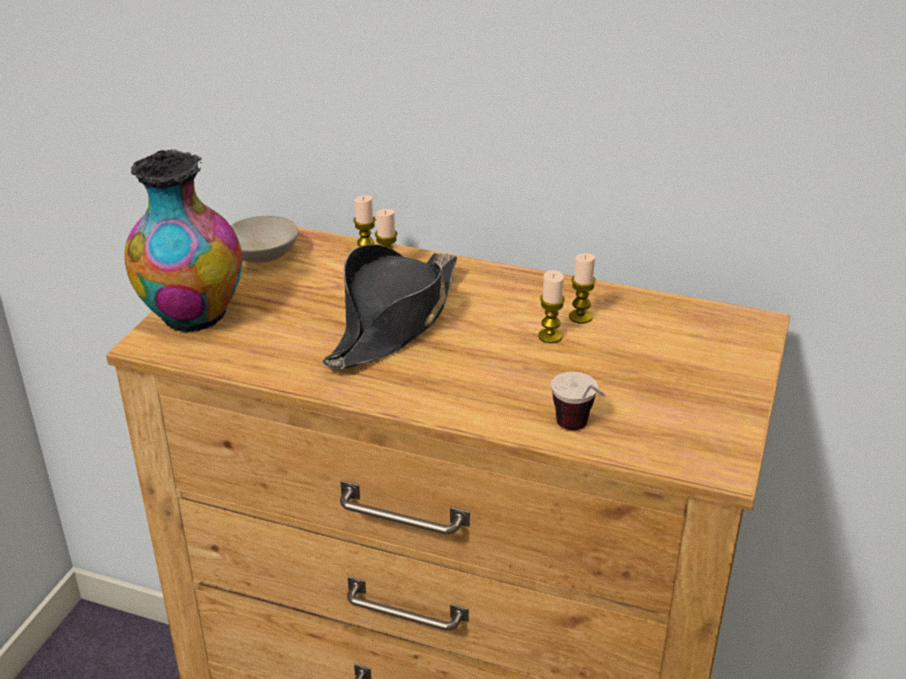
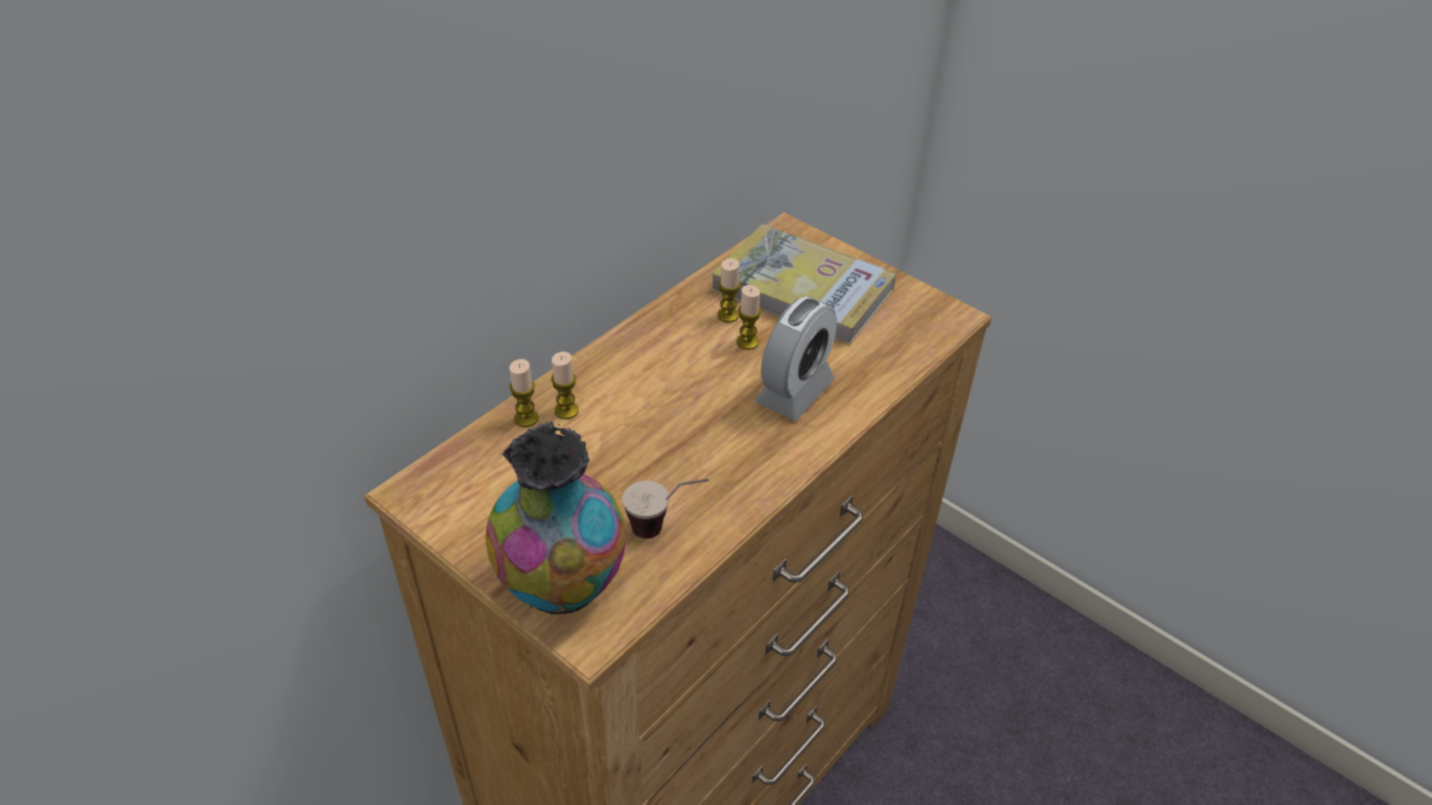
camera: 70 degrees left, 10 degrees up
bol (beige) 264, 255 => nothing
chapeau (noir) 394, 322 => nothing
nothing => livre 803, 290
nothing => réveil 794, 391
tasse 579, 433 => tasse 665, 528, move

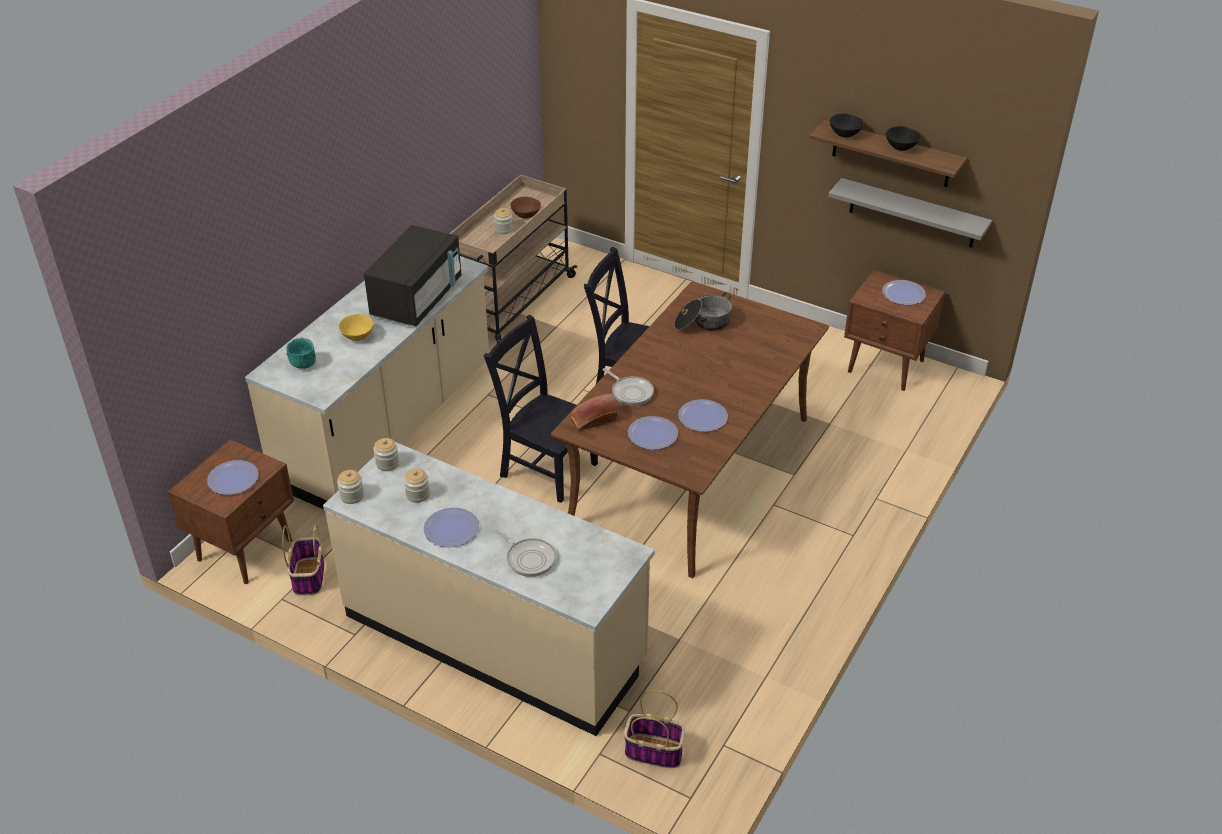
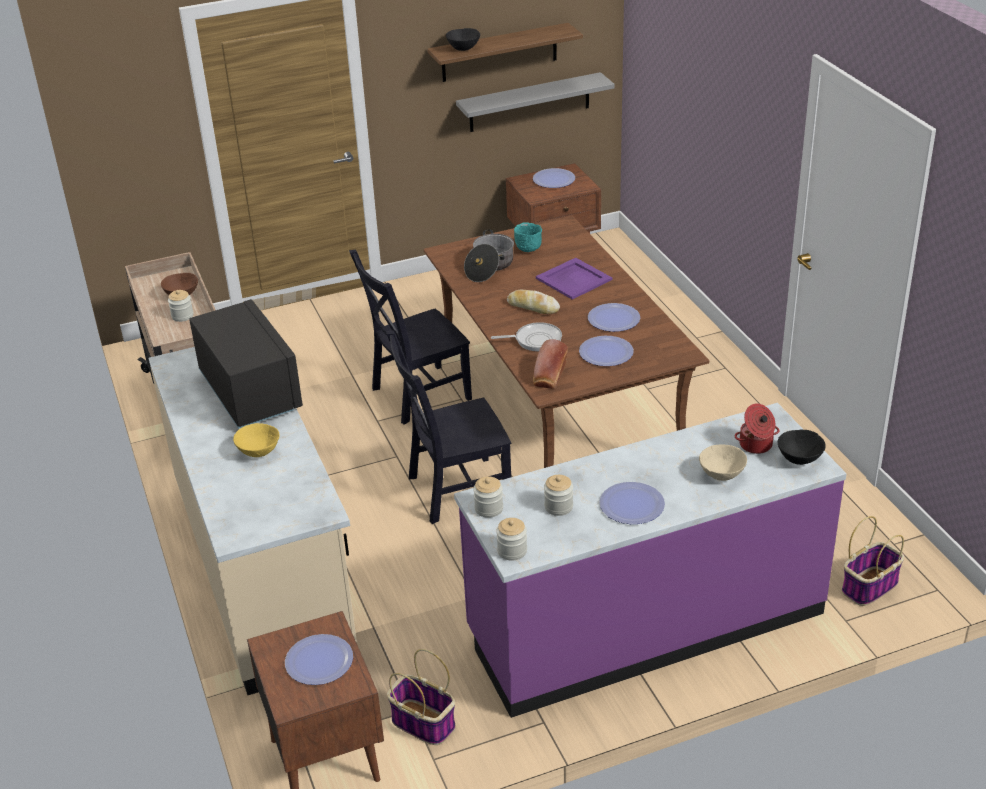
camera: 50 degrees left, 5 degrees down
nothing => pain 533, 307
nothing => plateau (violet) 573, 279
nothing => marmite 756, 445
bol (turquoise) 303, 364 => bol (turquoise) 528, 250, move
bol (noir) 900, 148 => bol (noir) 799, 460, move
poêle 529, 558 => bol (beige) 721, 474
comptoir de cuisine (beige) 495, 638 => comptoir de cuisine (violet) 645, 623

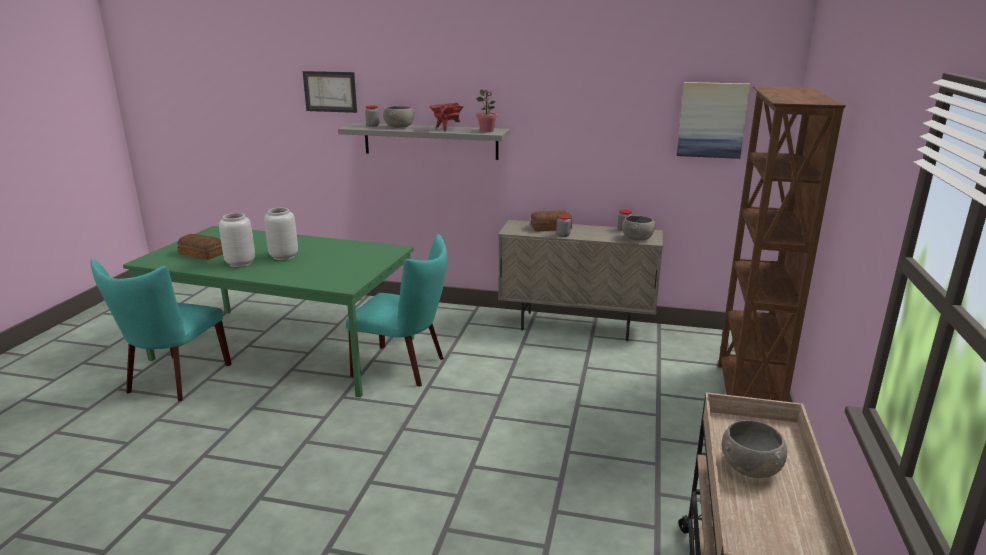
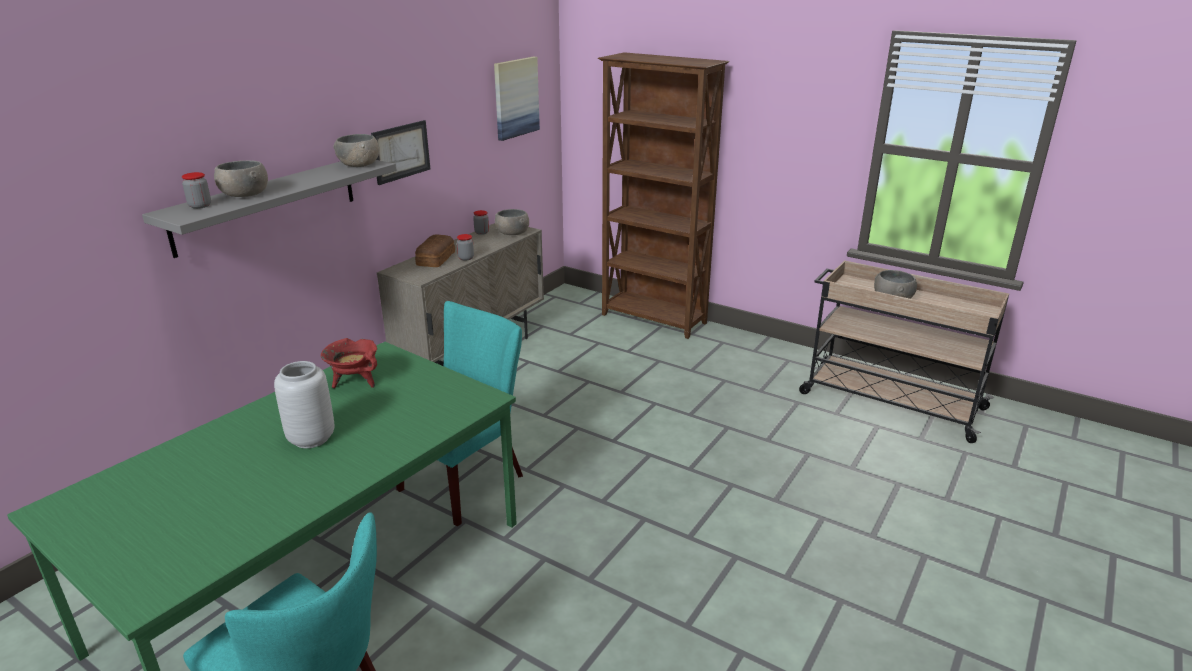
camera: 70 degrees left, 5 degrees up
pain 201, 253 => nothing
vase (gris) 240, 263 => nothing
tableau 330, 91 => tableau 401, 151, move
marmite (rouge) 446, 128 => marmite (rouge) 355, 382, move
plante en pot 487, 131 => bol (gris) 359, 165

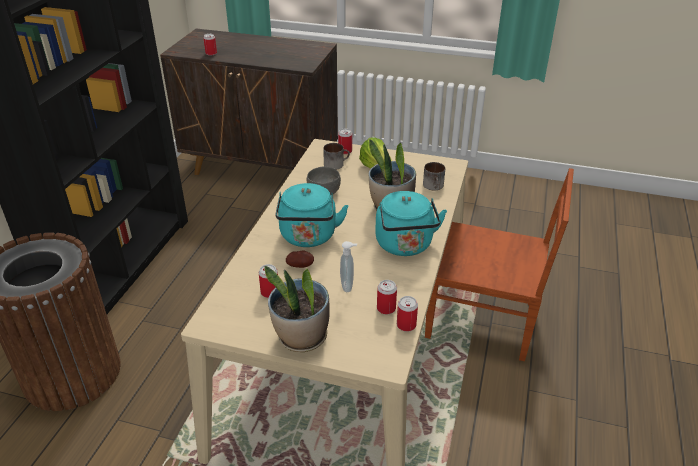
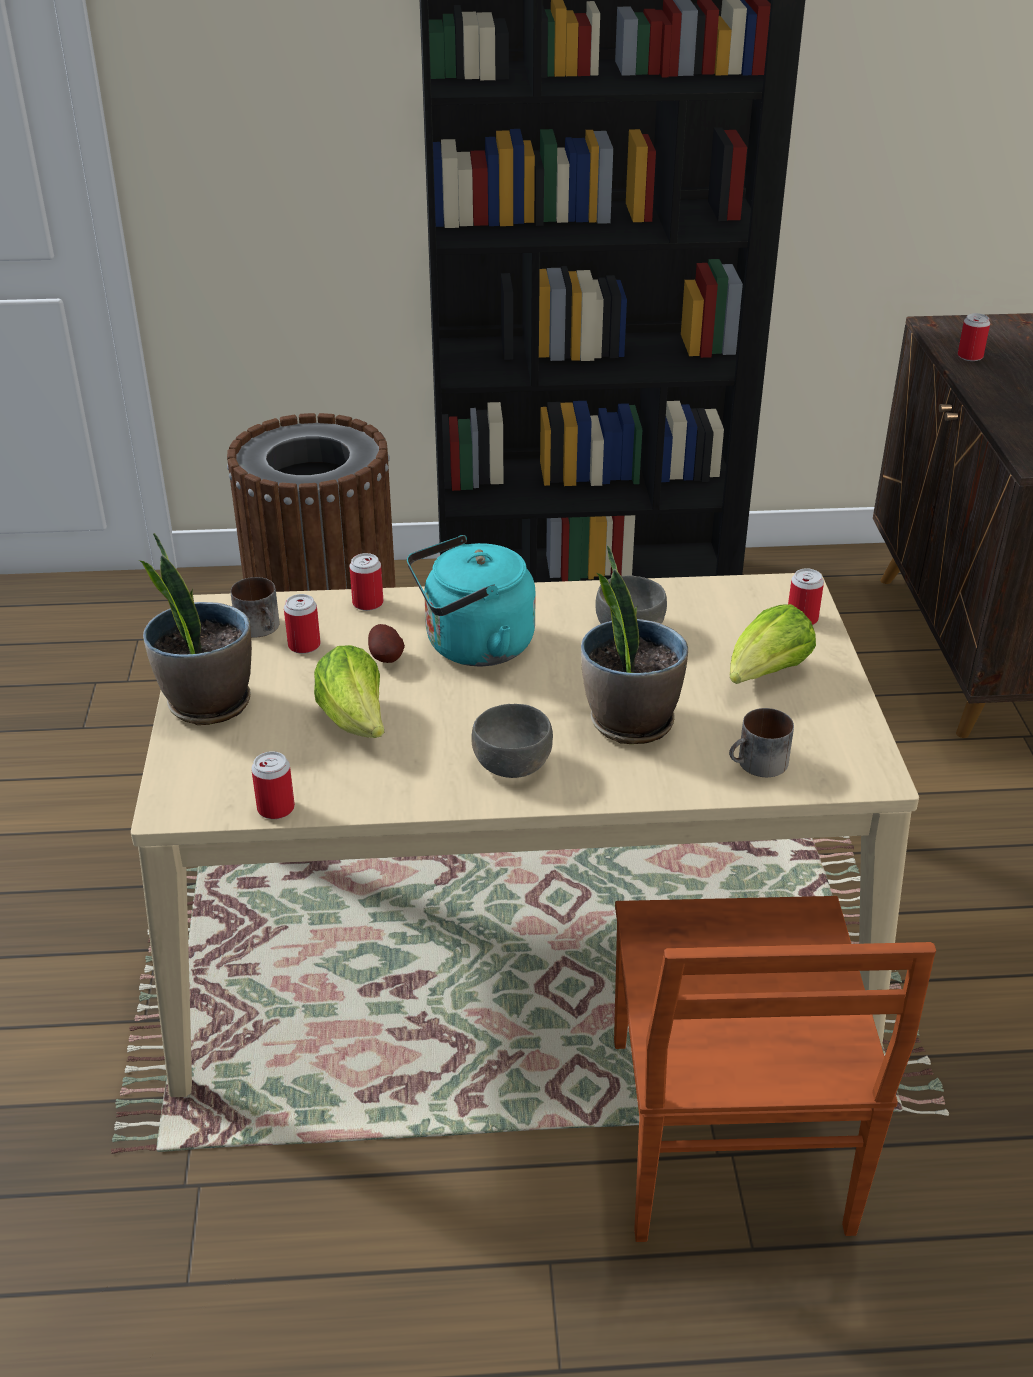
camera: 70 degrees right, 0 degrees up
mug 336, 164 => mug 262, 627, move
boîte métallique 386, 308 => boîte métallique 368, 603, move
distributeur de savon 348, 286 => laitue 356, 721
bouilloire (turquoise) 405, 246 => bol (gris) 511, 764

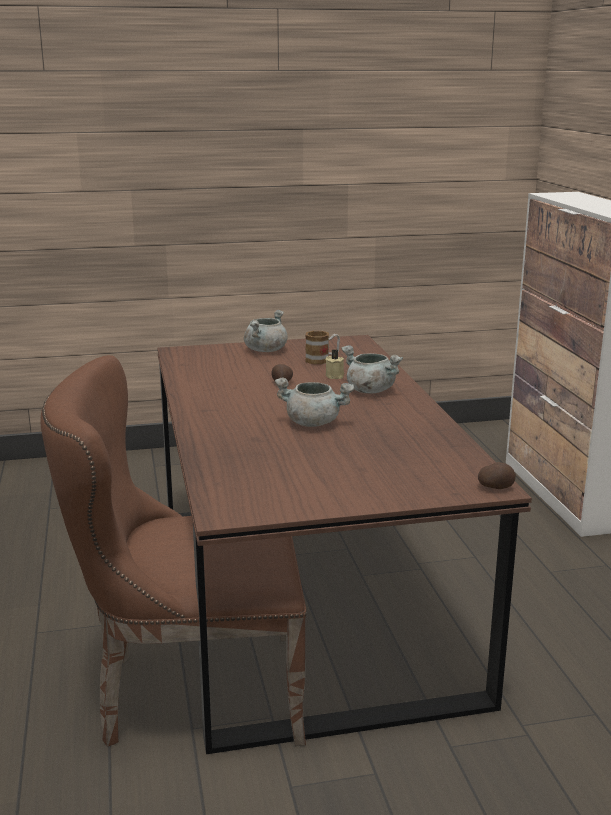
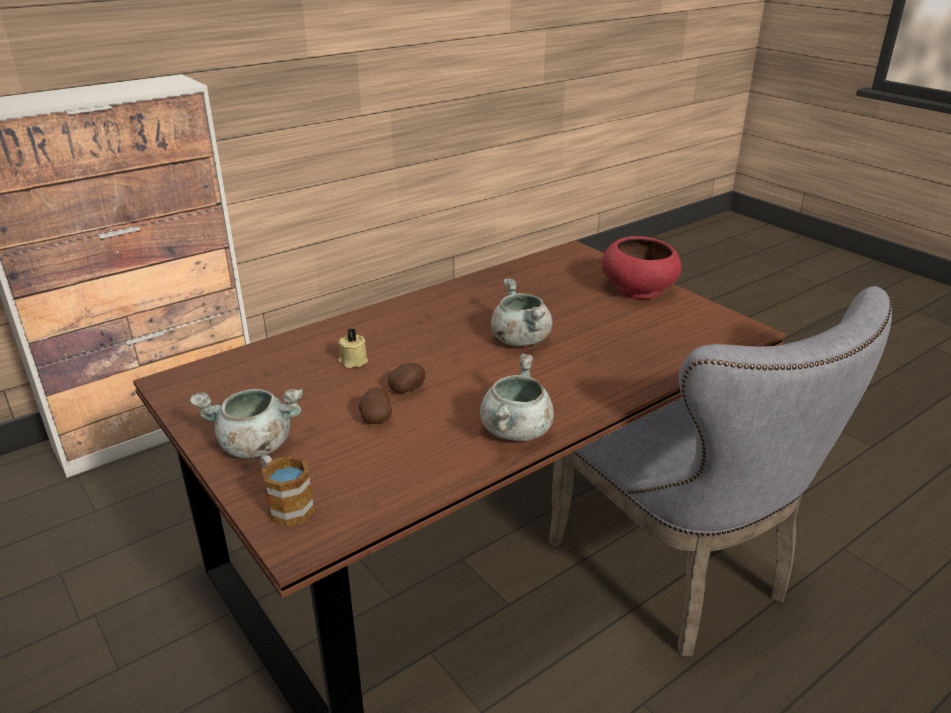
camera: 115 degrees left, 10 degrees up
nothing => bol (rouge) 639, 289
mug 322, 360 => mug 286, 505, move
marmite (gris) 369, 390 => marmite (gris) 517, 431, move
pomme de terre 495, 487 => pomme de terre 376, 418, move
chaise (marron) 188, 693 => chaise (gris) 680, 575

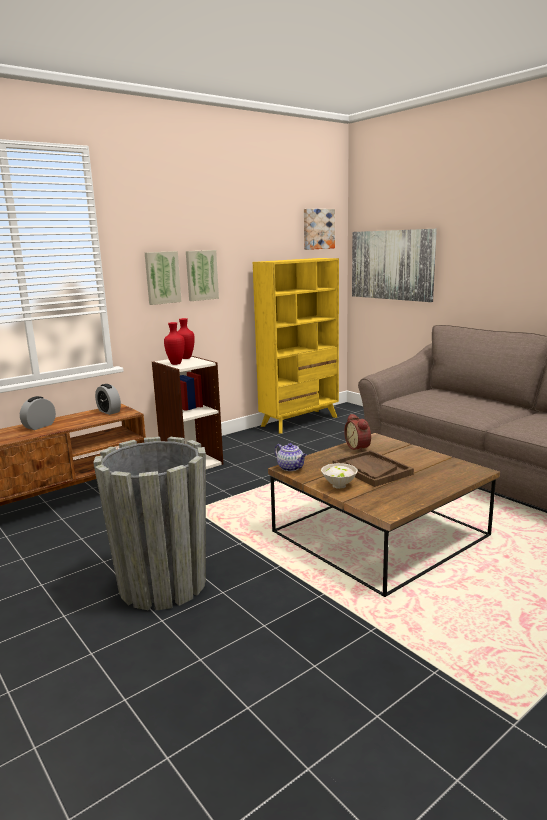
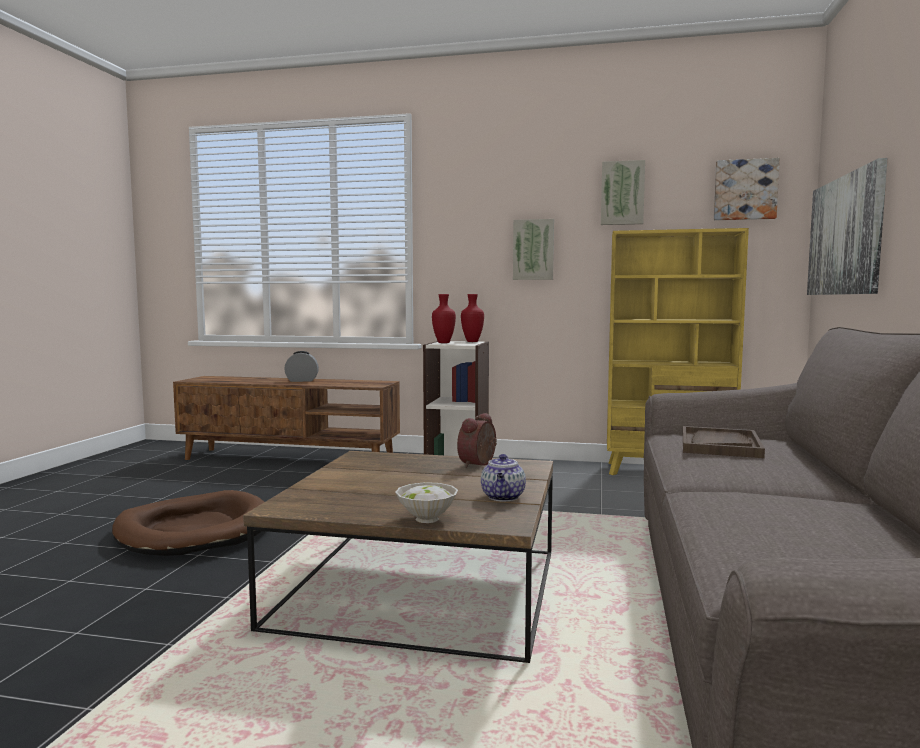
camera: 50 degrees right, 10 degrees down
réveil 109, 411 => nothing
tableau 162, 277 => tableau 622, 193, move
théière 291, 468 => théière 503, 497, move
bol (blanc) 339, 485 => bol (blanc) 428, 519, move
plateau (marron) 371, 470 => plateau (marron) 719, 445, move
cache-pot (gris) 162, 584 => panier pour chien (marron) 194, 530

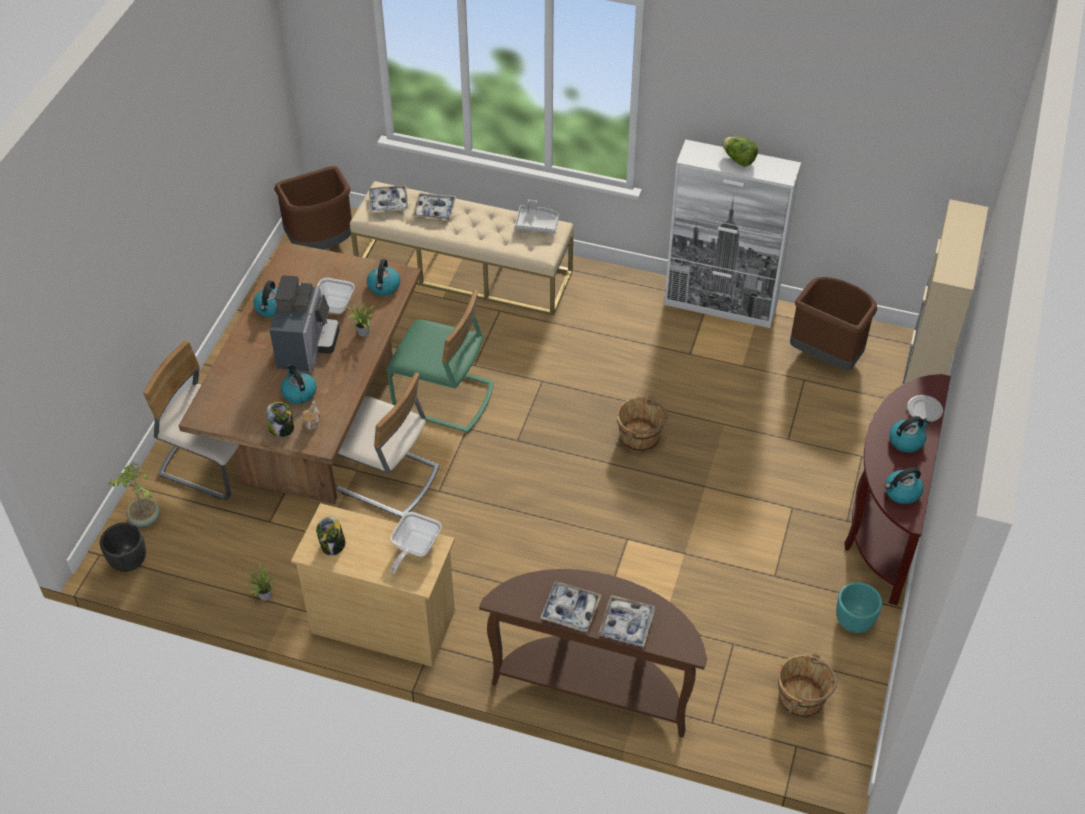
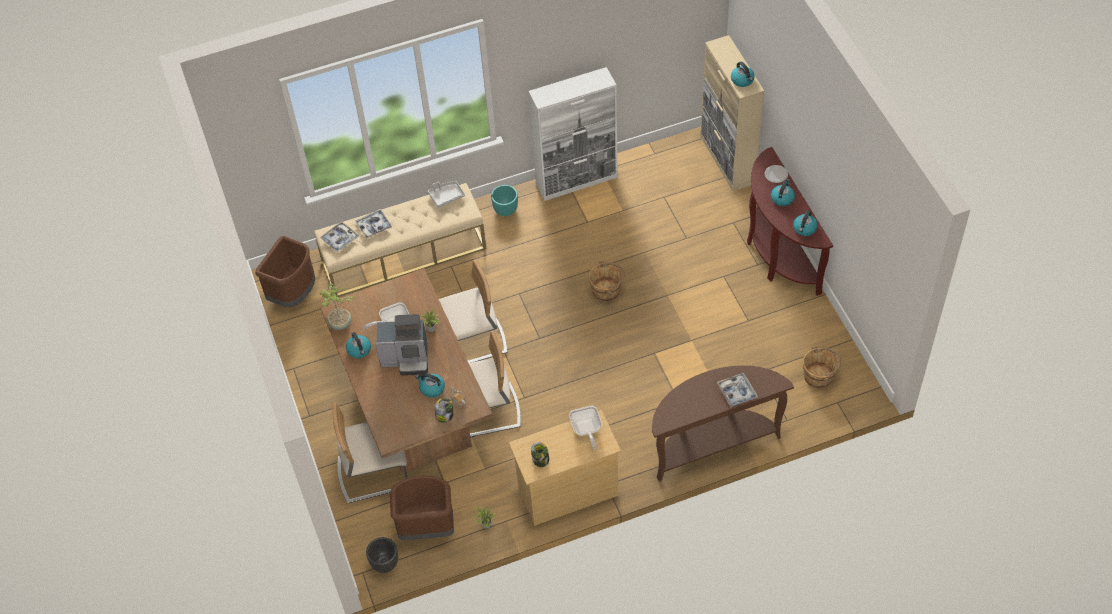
camera: 35 degrees left, 5 degrees up
plateau 570, 610 => nothing
laitue 738, 160 => nothing
plante en pot 144, 519 => plante en pot 340, 324, move
bouilloire 384, 287 => bouilloire 742, 80, move
poubelle (marron) 826, 355 => poubelle (marron) 426, 527, move
cache-pot (turquoise) 854, 621 => cache-pot (turquoise) 505, 210, move
chaise (vert) 443, 398 => chaise (beige) 472, 342
machine à café 307, 346 => machine à café 407, 359, 120 degrees clockwise

